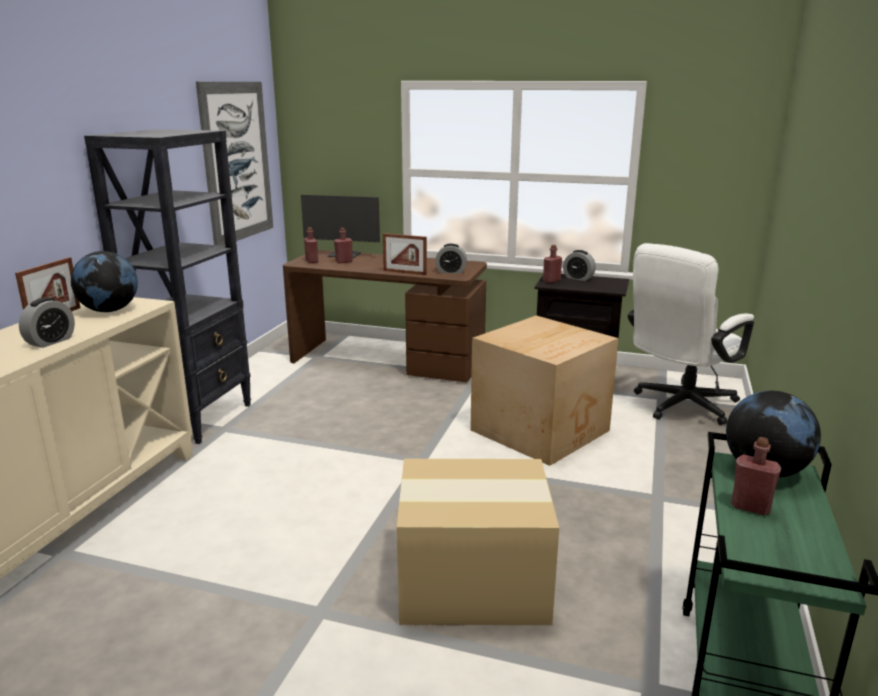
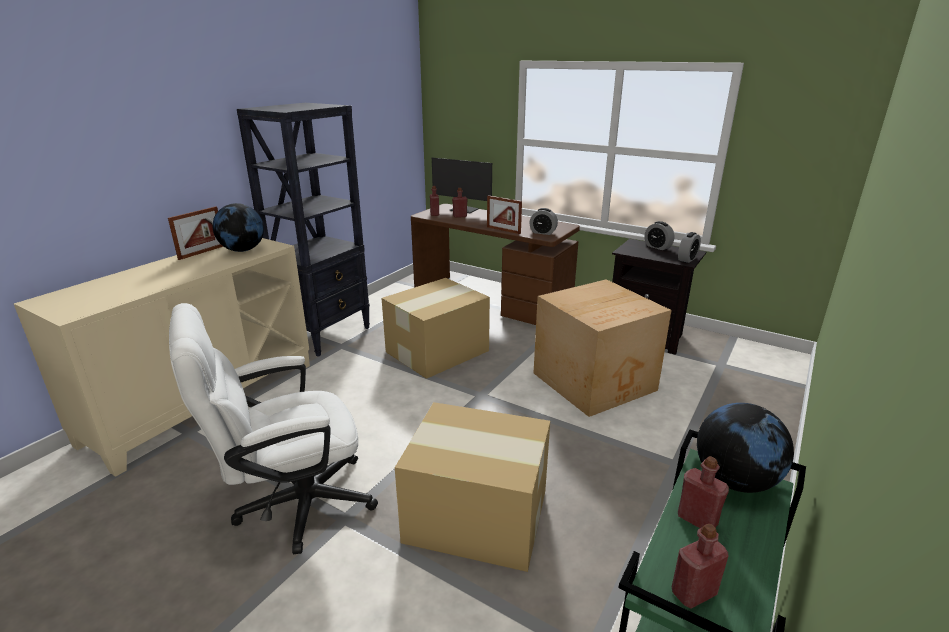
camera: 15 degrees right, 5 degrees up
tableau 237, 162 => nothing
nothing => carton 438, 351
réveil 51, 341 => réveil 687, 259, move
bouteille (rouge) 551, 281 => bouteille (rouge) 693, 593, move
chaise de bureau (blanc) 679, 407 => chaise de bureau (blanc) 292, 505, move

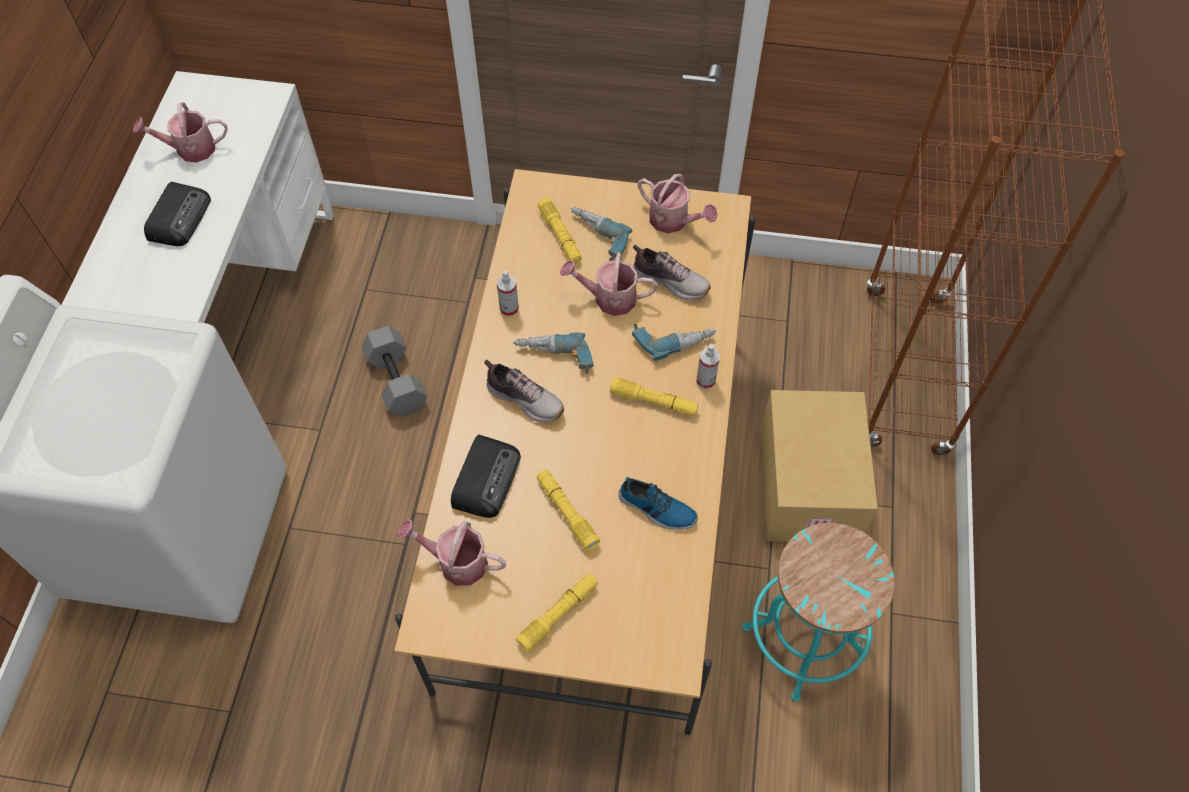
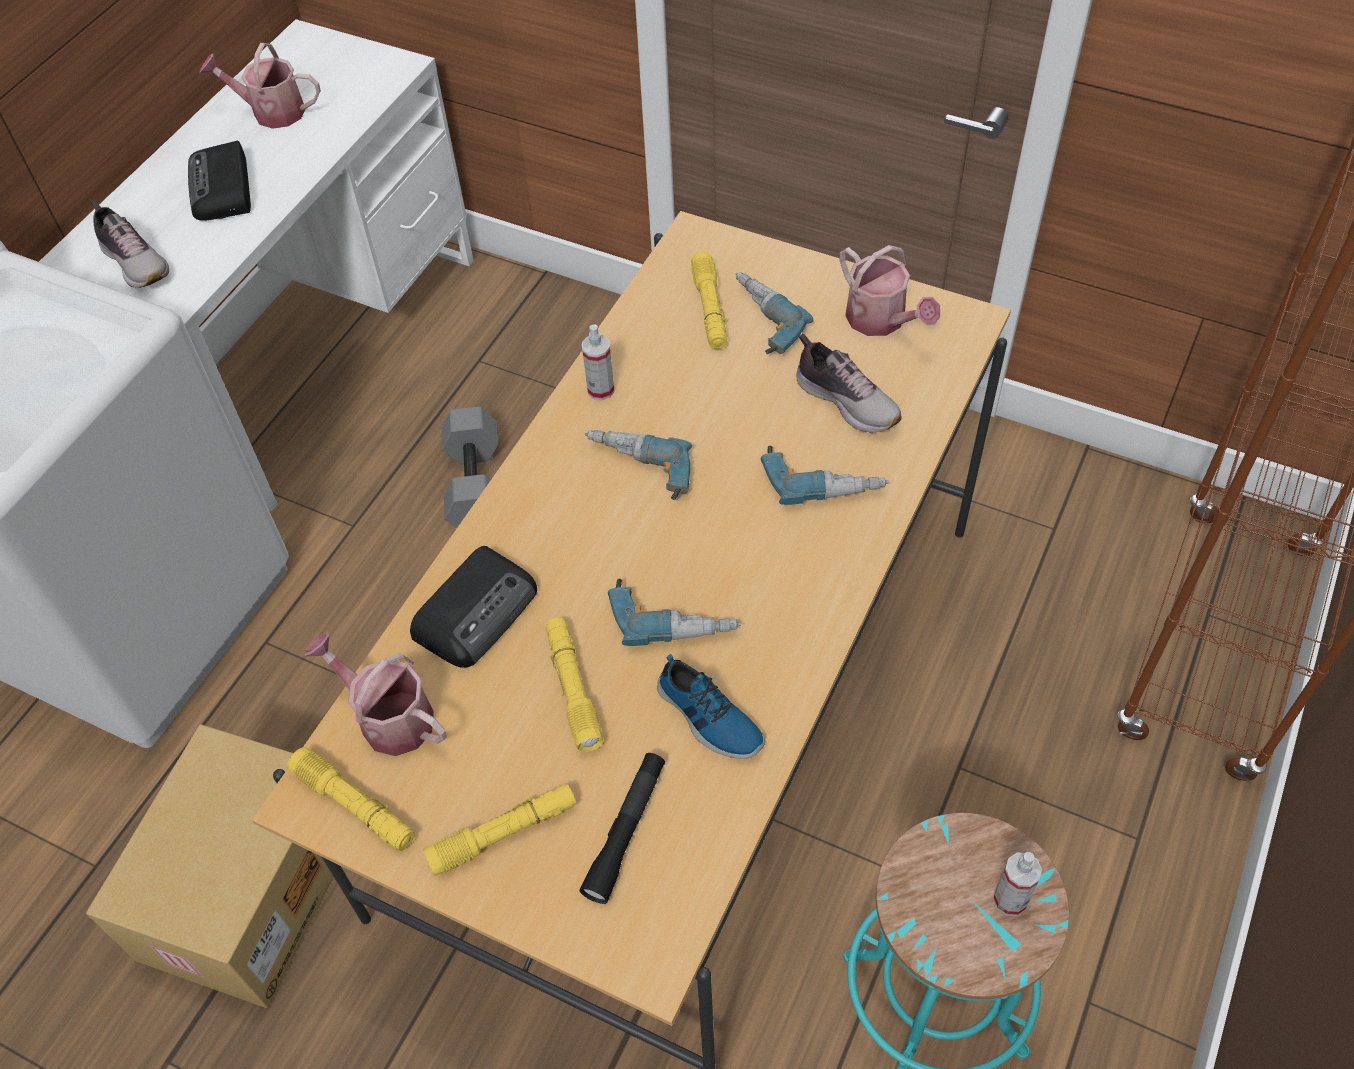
camera: 20 degrees right, 5 degrees down
arrosoir 609, 298 => nothing
nothing => lampe de poche (noir) 626, 831
nothing => perceuse 674, 616
chaussure 525, 398 => chaussure 136, 262, move
lampe de poche (jaune) 654, 402 => lampe de poche (jaune) 354, 806, move
vaporisateur 705, 380 => vaporisateur 1010, 899, move
carton 806, 484 => carton 249, 886, move
radio 180, 217 => radio 223, 189, 135 degrees clockwise

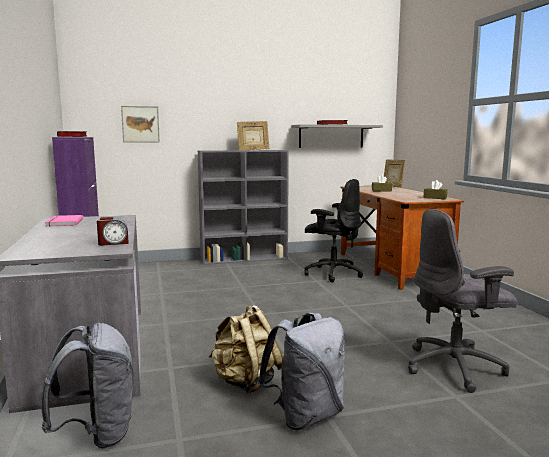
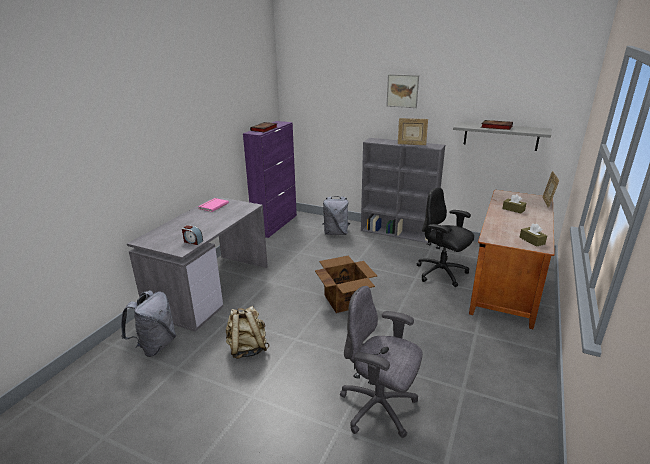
camera: 40 degrees right, 15 degrees up
nothing => carton 345, 300
tableau 140, 124 => tableau 402, 91, move
sac à dos (gris) 305, 416 => sac à dos (gris) 336, 233, move
chaise de bureau (noir) 332, 273 => chaise de bureau (noir) 442, 273, 150 degrees clockwise

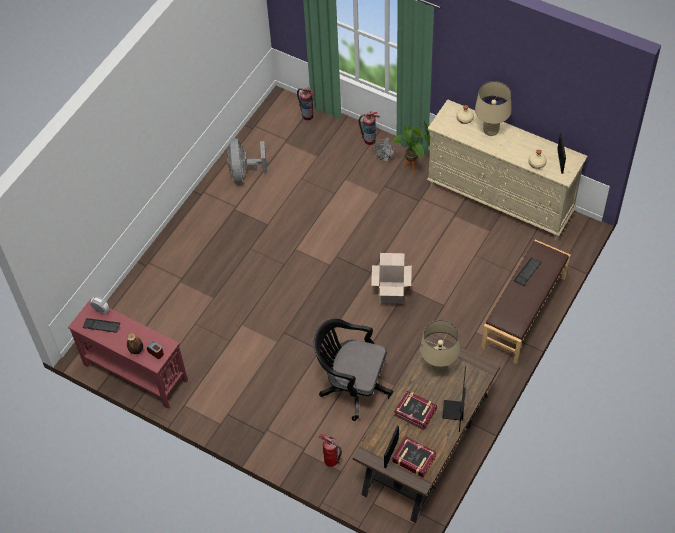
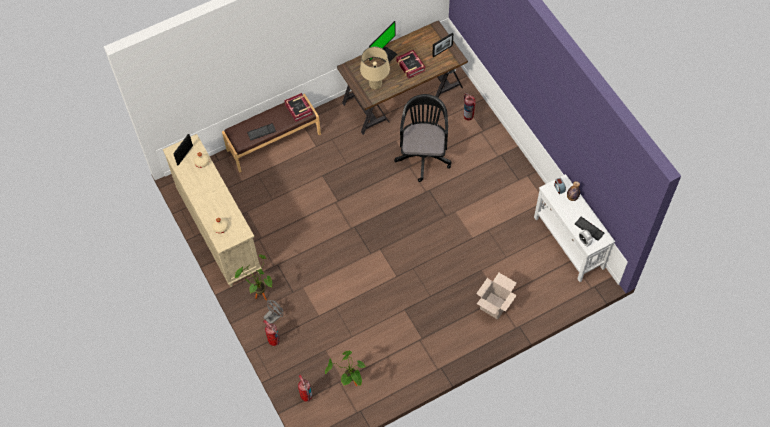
camera: 150 degrees left, 5 degrees up
ventilateur (gris) 244, 172 => nothing
lampe de table (beige) 490, 130 => nothing
nothing => plante en pot 350, 385
carton 391, 292 => carton 494, 305, move
livre 414, 459 => livre 299, 109, move
table console (rouge) 135, 372 => table console (blanc) 568, 243
chaise de bureau (noir) 352, 386 => chaise de bureau (noir) 423, 154, 135 degrees counterclockwise

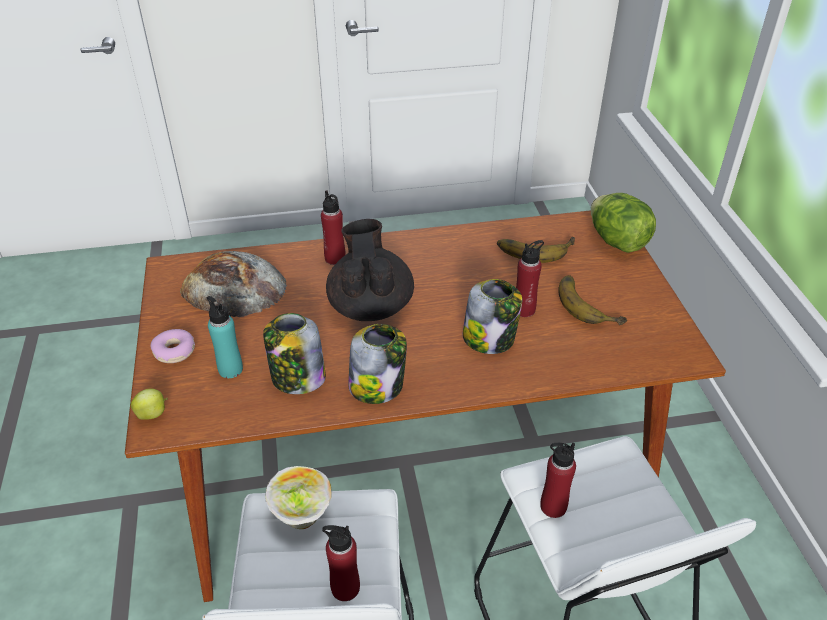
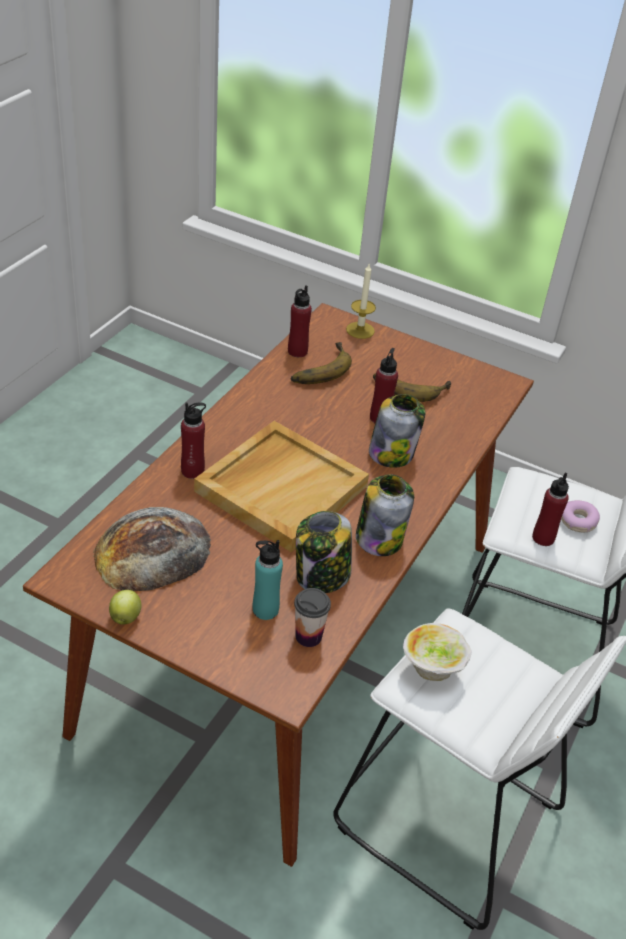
camera: 55 degrees left, 0 degrees up
nothing => tasse 308, 636
pomme 153, 414 => pomme 125, 617, move
beignet 174, 351 => beignet 578, 521, move
bouteille (rouge) 345, 588 => bouteille (rouge) 297, 351, move
théière (noir) 370, 306 => plateau (beige) 281, 487
laitue 617, 242 => bougie 360, 330

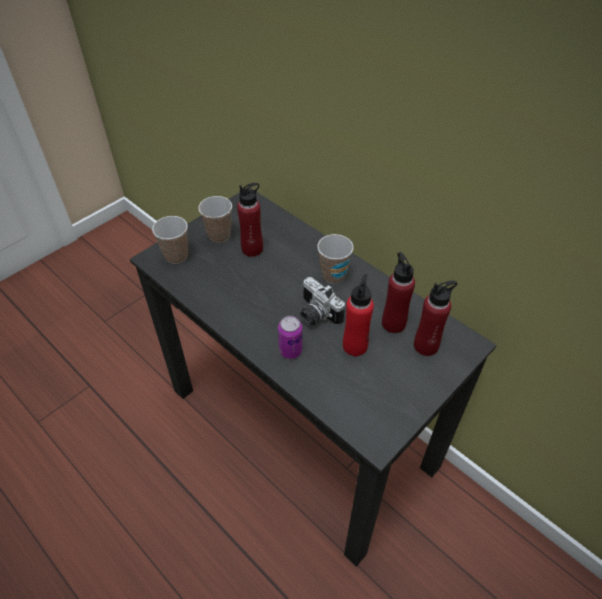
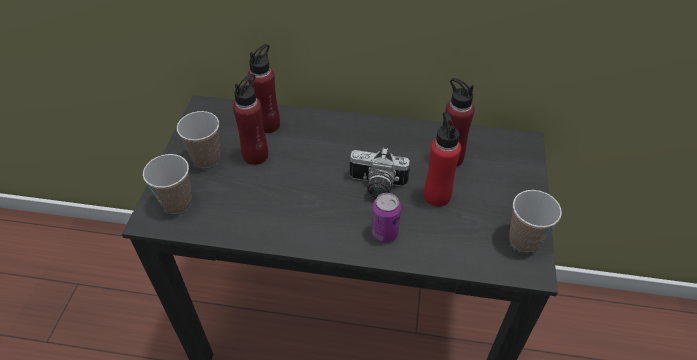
camera: 35 degrees left, 0 degrees up
tasse 333, 275 => tasse 524, 240, move
bouteille (rouge) 426, 346 => bouteille (rouge) 268, 124, move

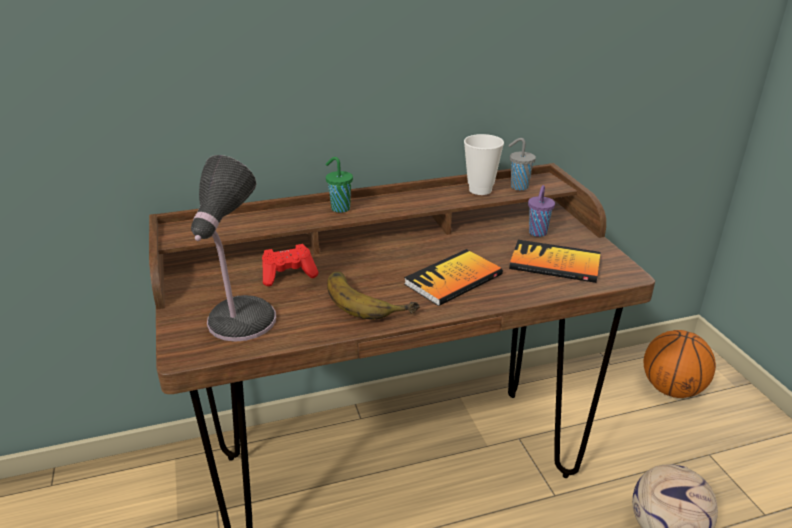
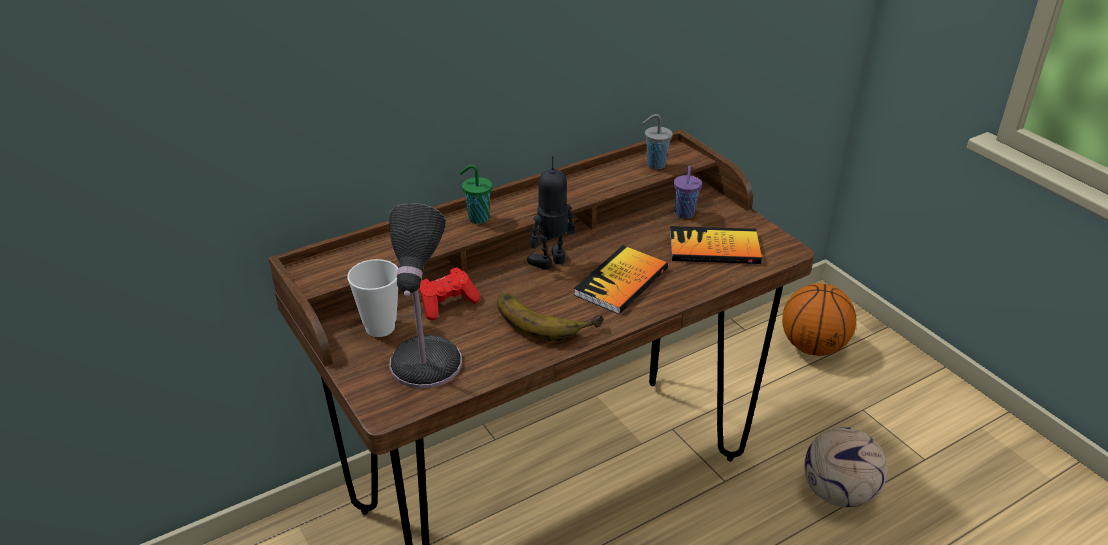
camera: 15 degrees left, 5 degrees up
nothing => robot jouet 551, 262
tasse 480, 190 => tasse 380, 327, move

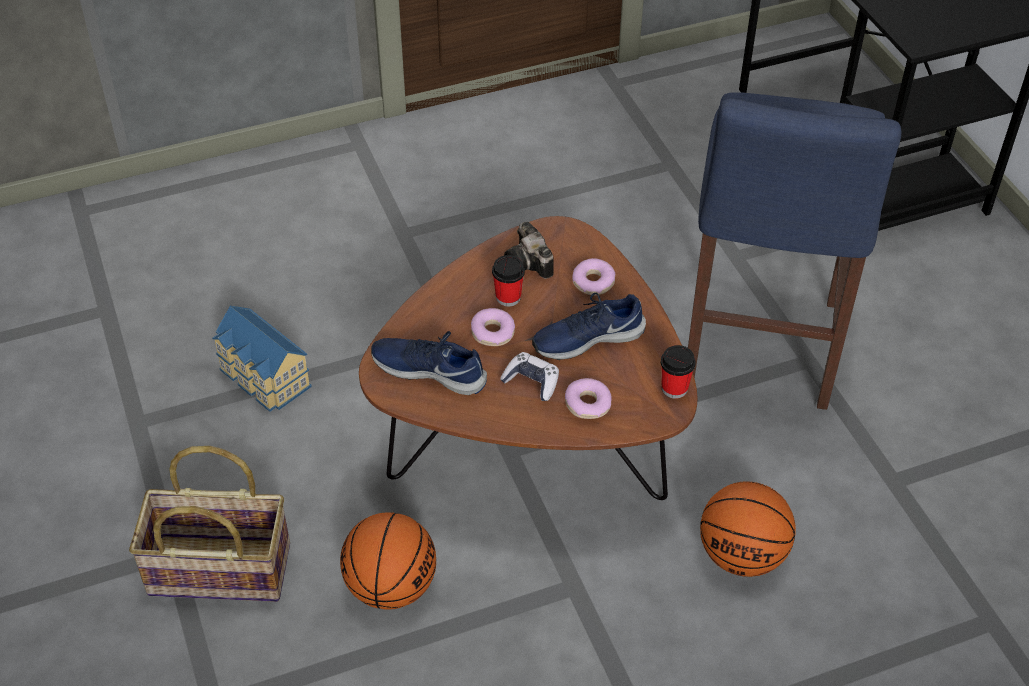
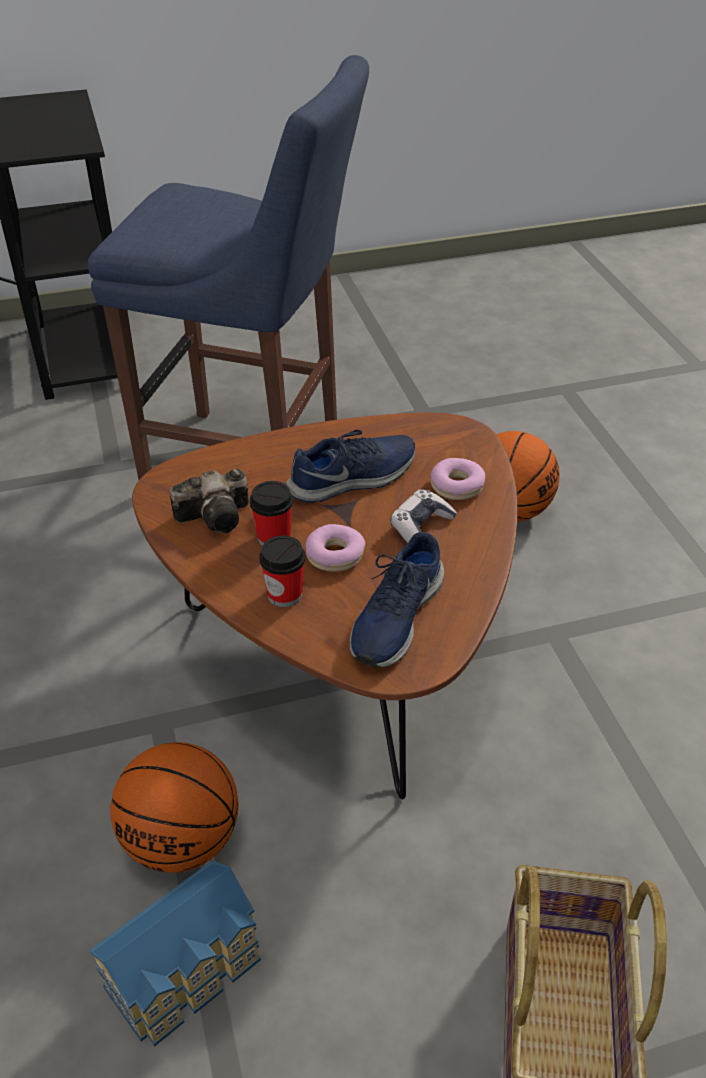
camera: 85 degrees left, 5 degrees down
beignet 593, 282 => nothing
ballon de basket 390, 587 => ballon de basket 182, 840, move
tasse 674, 388 => tasse 285, 595, move
chaussure (bleu) 587, 338 => chaussure (bleu) 354, 479, 105 degrees counterclockwise

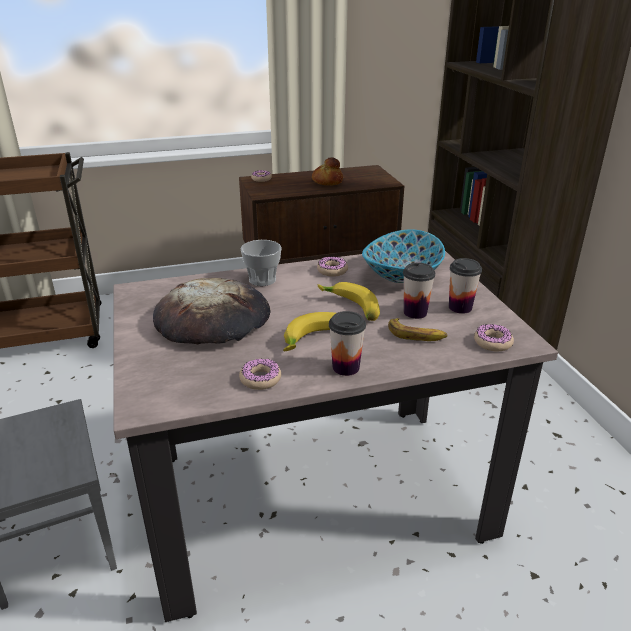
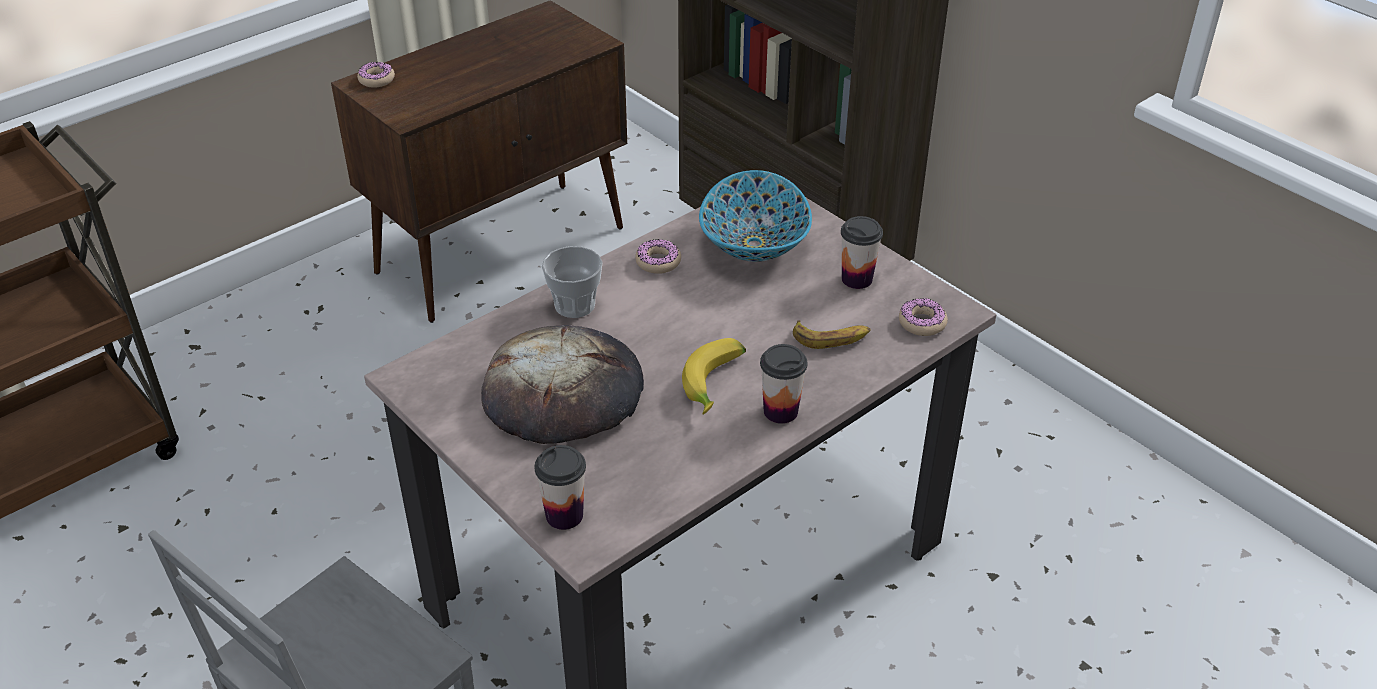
camera: 25 degrees left, 10 degrees up
beignet 260, 379 => nothing
pain 327, 181 => nothing
banane 349, 309 => nothing
tasse 415, 312 => tasse 564, 515, move

